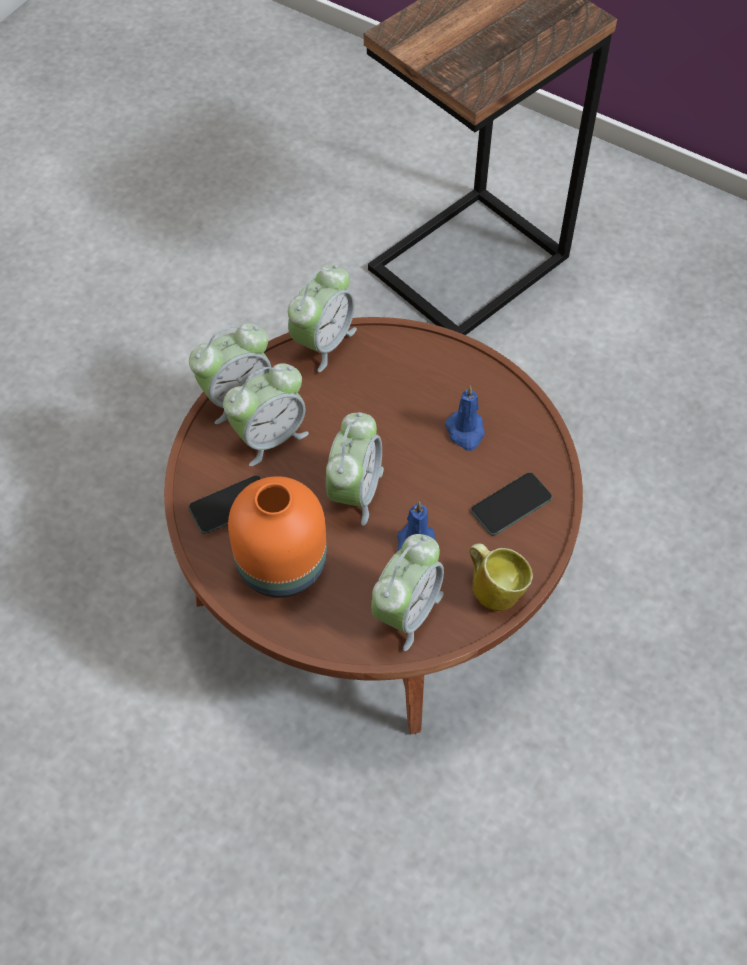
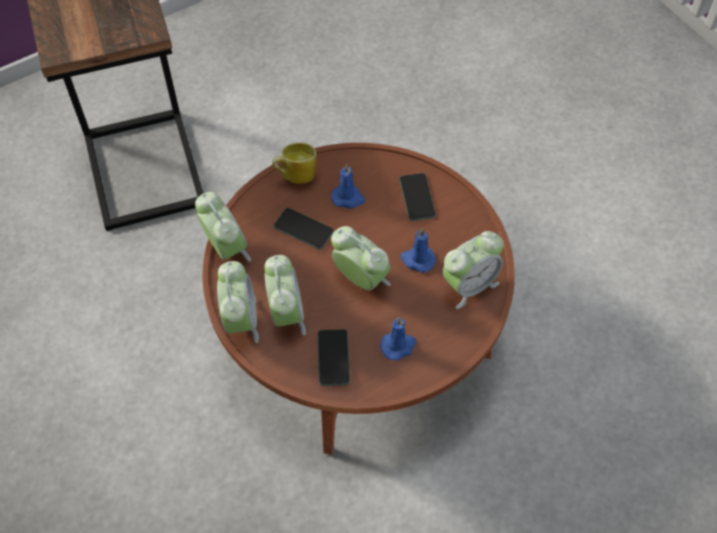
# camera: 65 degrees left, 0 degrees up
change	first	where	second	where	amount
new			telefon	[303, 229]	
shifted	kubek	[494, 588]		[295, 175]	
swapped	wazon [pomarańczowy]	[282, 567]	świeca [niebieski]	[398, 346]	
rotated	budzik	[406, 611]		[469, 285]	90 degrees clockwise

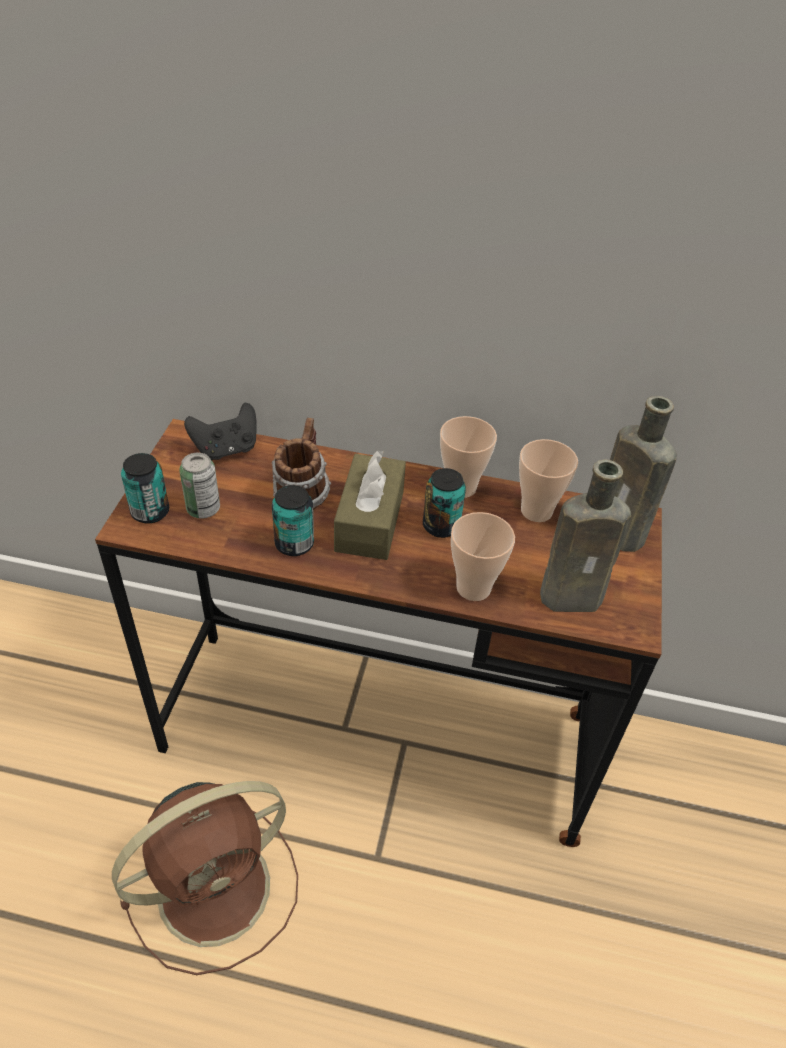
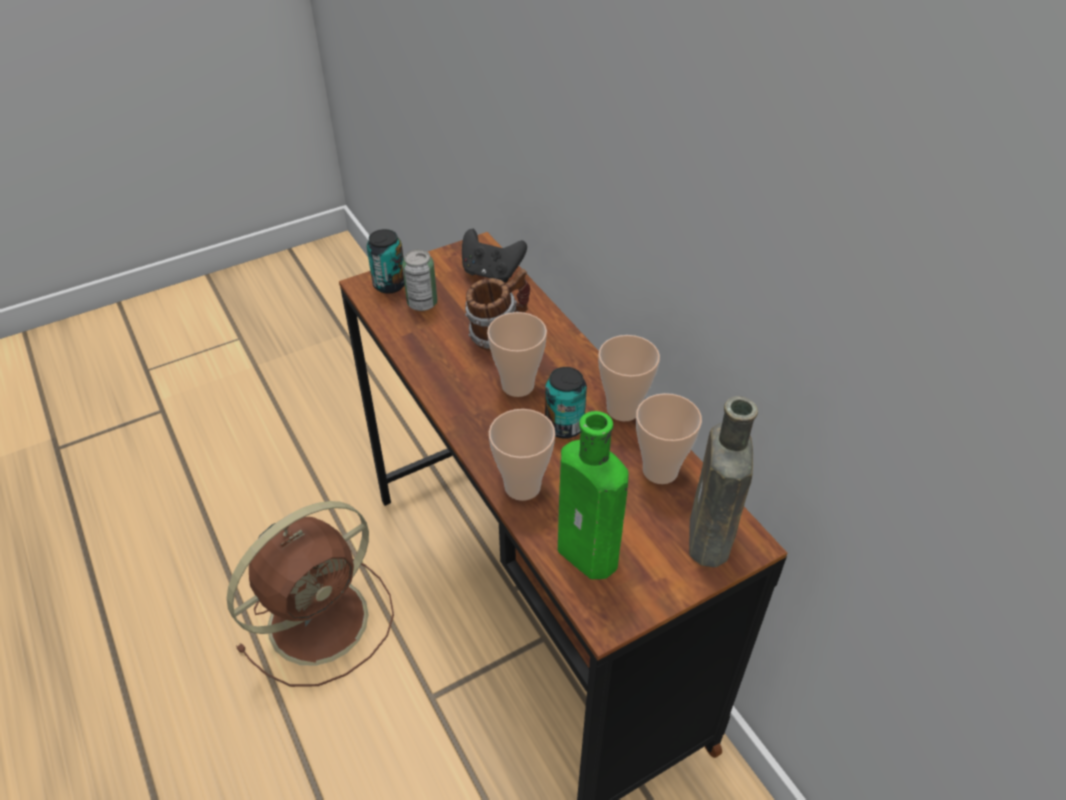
# camera: 50 degrees right, 0 degrees up
change	first	where	second	where	amount
gone	puszka	[294, 544]			
swapped	pudełko chusteczek [brązowy]	[370, 521]	filiżanka	[518, 385]	
repainted	butelka [brązowy]	[575, 597]	butelka [zielony]	[591, 556]	
rotated	wentylator [brązowy]	[219, 885]		[322, 617]	60 degrees counterclockwise

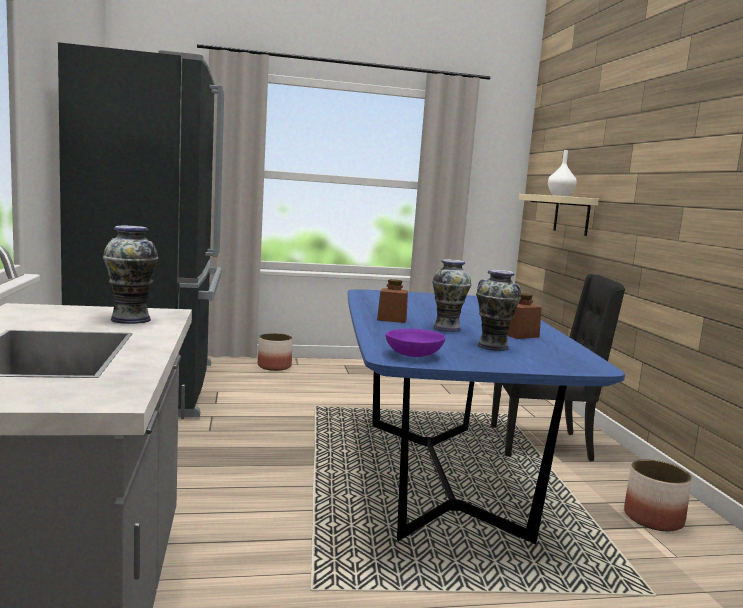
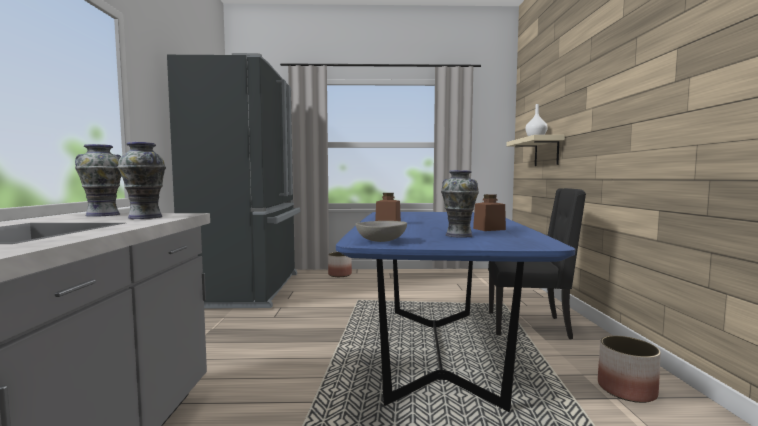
# camera: 10 degrees right, 5 degrees down
change	first	where	second	where	amount
shifted	wazon	[446, 328]		[103, 215]	
repainted	miska [fioletowy]	[414, 355]	miska [szary]	[381, 241]	

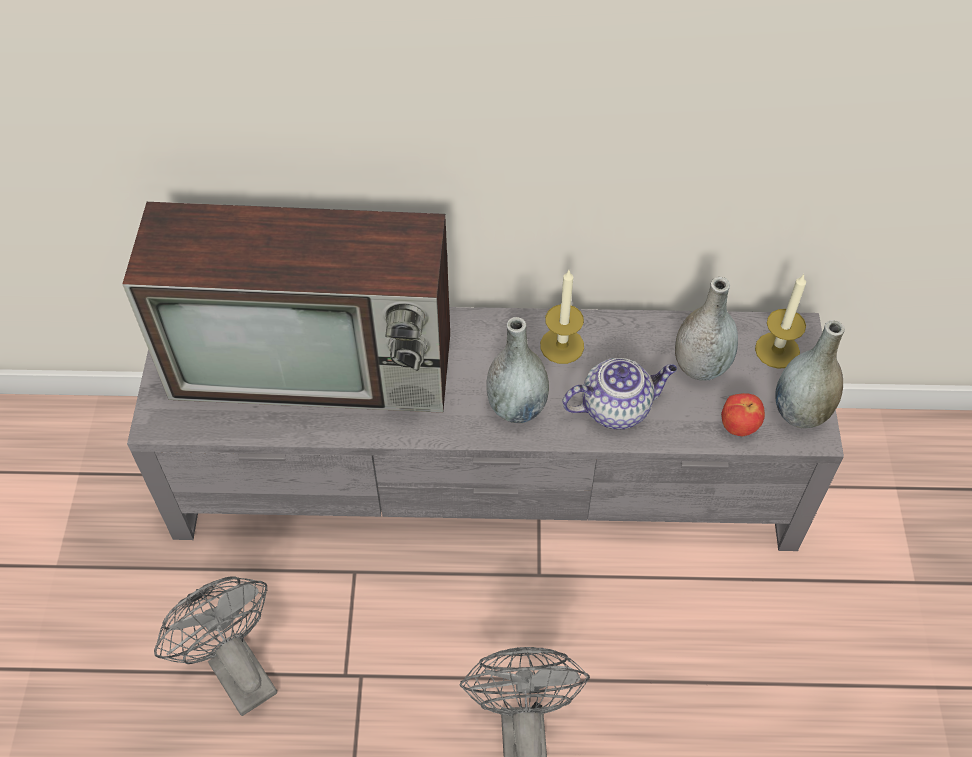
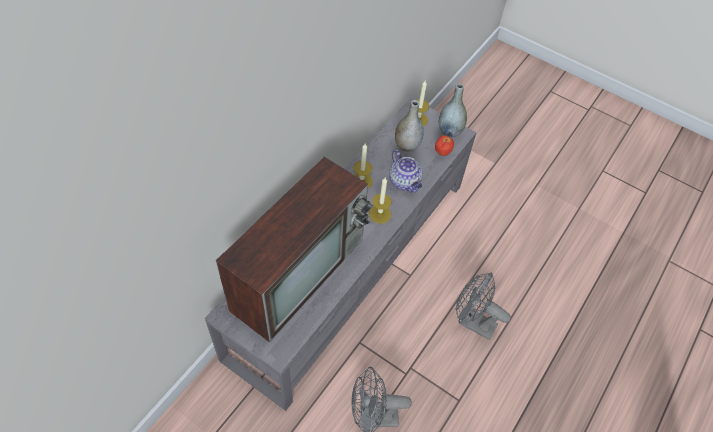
# camera: 60 degrees left, 0 degrees up
change	first	where	second	where	amount
swapped	wazon [szary]	[516, 408]	świeca	[380, 214]	
rotated	imbryk	[617, 407]		[405, 182]	135 degrees clockwise

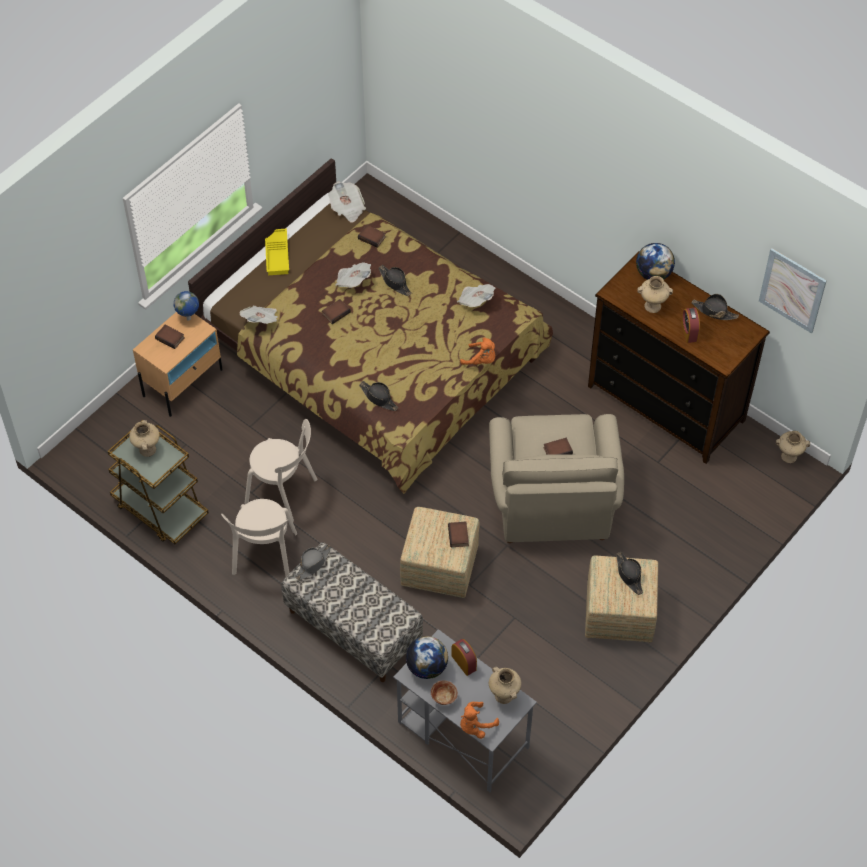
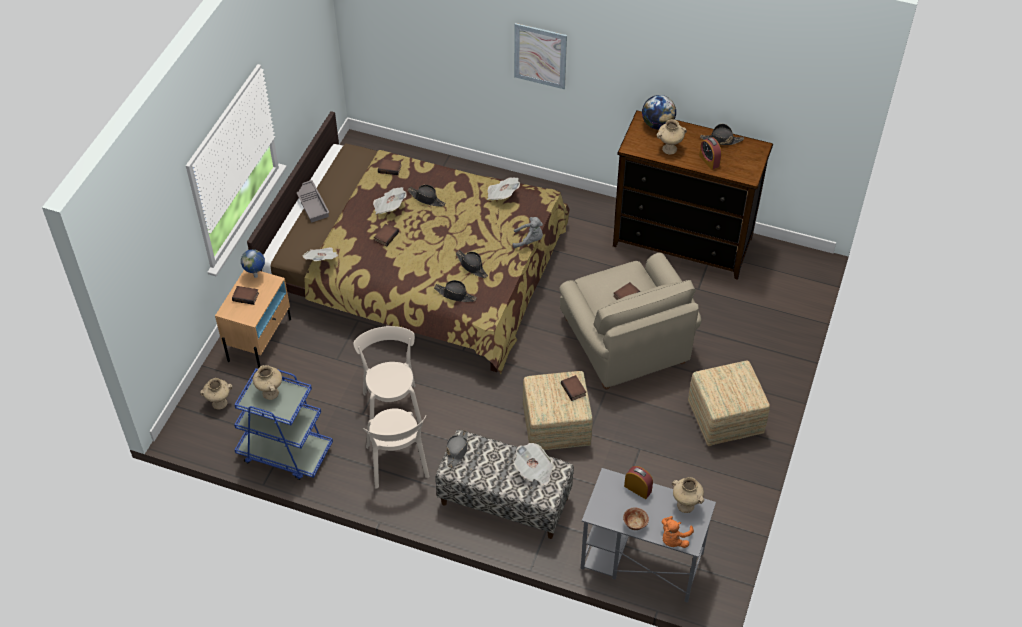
# camera: 20 degrees left, 5 degrees down
change	first	where	second	where	amount
gone	globus	[427, 667]			
shifted	gazeta	[347, 208]		[534, 470]	
shifted	kapelusz [czarny]	[629, 575]		[472, 266]	
shifted	obraz	[792, 290]		[540, 55]	
shifted	wazon [beżowy]	[788, 457]		[219, 404]	
repainted	wózek [brązowy]	[160, 509]	wózek [niebieski]	[285, 452]	
repainted	taca [żółty]	[278, 255]	taca [szary]	[312, 204]	
repainted	pluszak [pomarańczowy]	[481, 360]	pluszak [szary]	[529, 240]	
rotated	krzesło [beżowy]	[284, 492]		[392, 405]	105 degrees counterclockwise

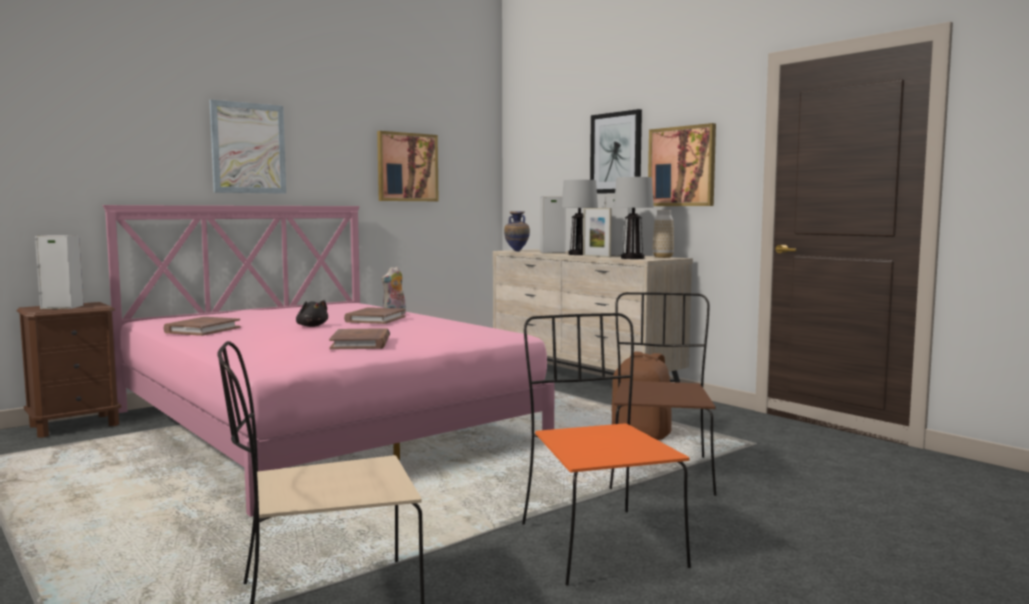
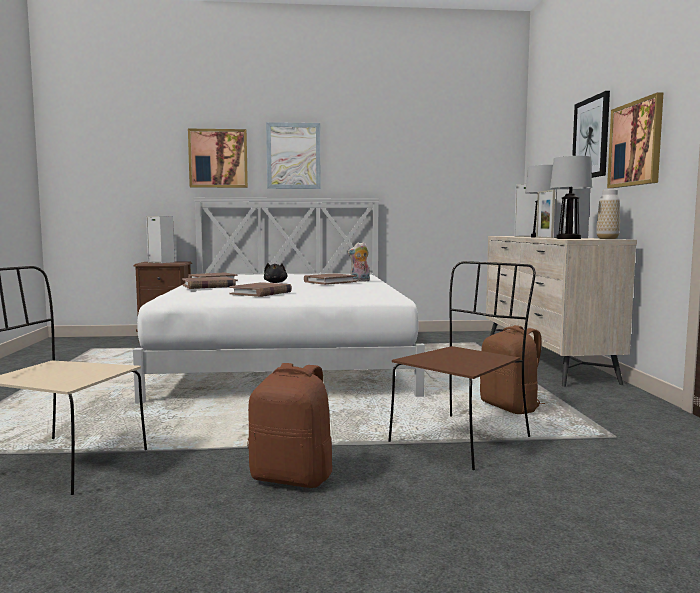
# camera: 35 degrees right, 0 degrees up
change	first	where	second	where	amount
gone	wazon	[516, 251]			
new			książka [brązowy]	[208, 286]	
shifted	obraz	[407, 167]		[218, 158]	
swapped	krzesło [pomarańczowy]	[598, 543]	plecak [brązowy]	[293, 478]	
repainted	łóżko [różowy]	[320, 425]	łóżko [biały]	[285, 359]	

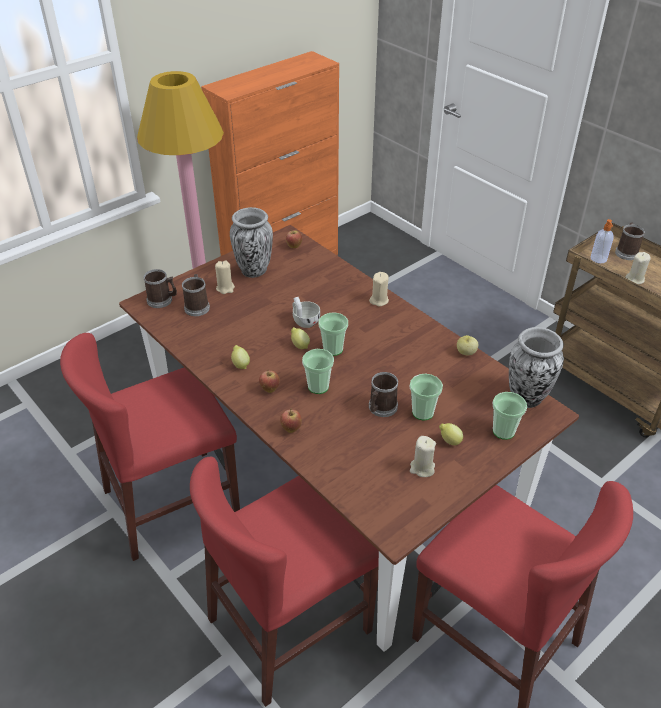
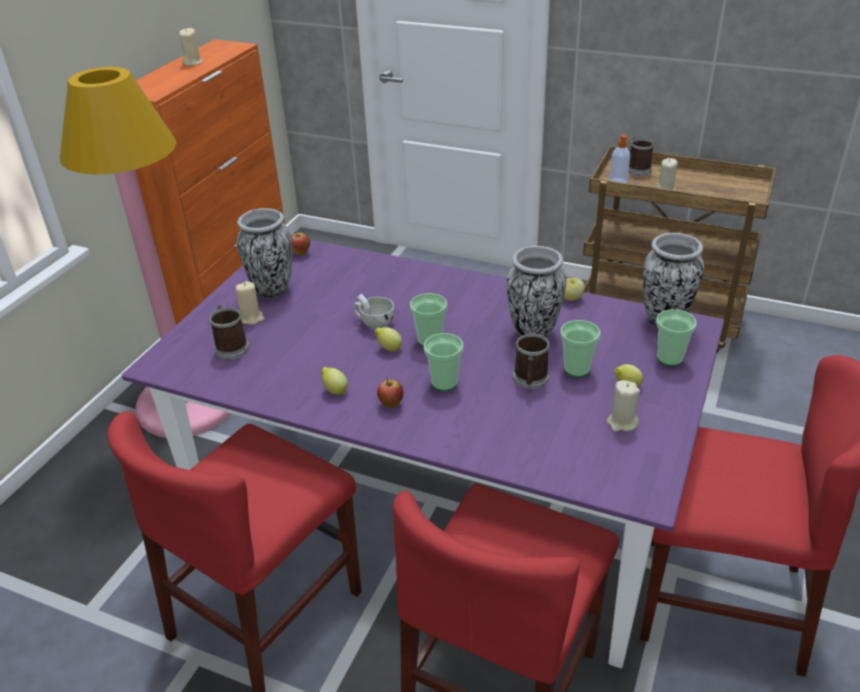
# camera: 25 degrees left, 5 degrees down
change	first	where	second	where	amount
gone	kubek	[162, 300]			
gone	jabłko	[291, 429]			
new			wazon	[533, 333]	
shifted	świeca [beżowy]	[379, 300]		[192, 63]	
repainted	stół jadalny [brązowy]	[329, 474]	stół jadalny [fioletowy]	[435, 506]	

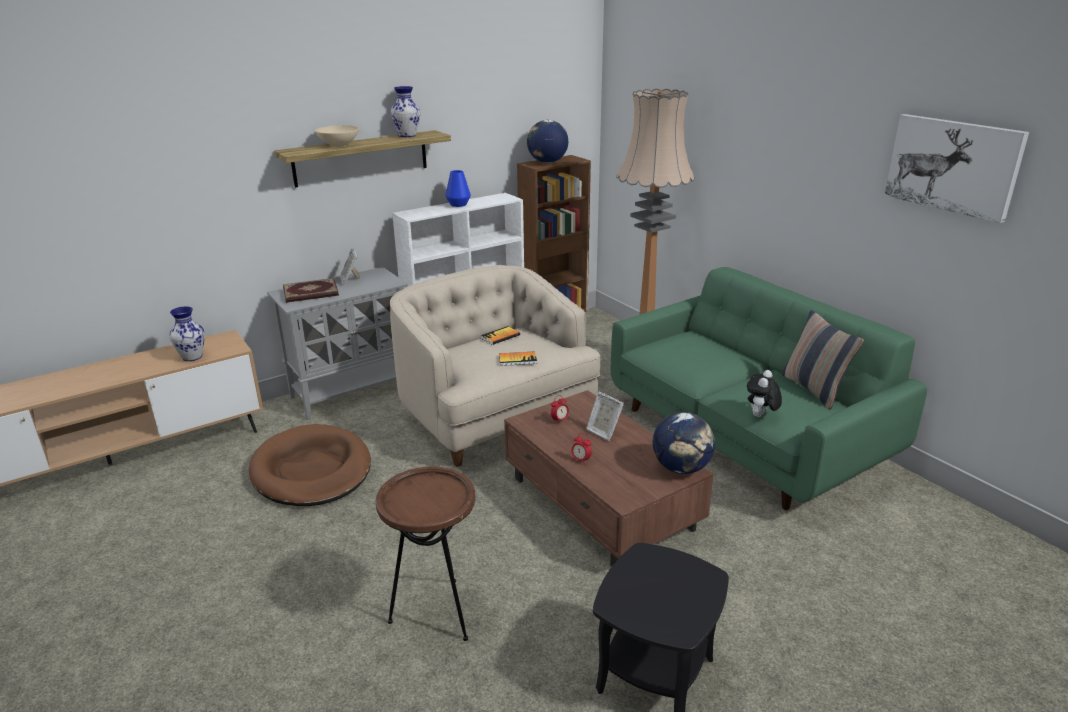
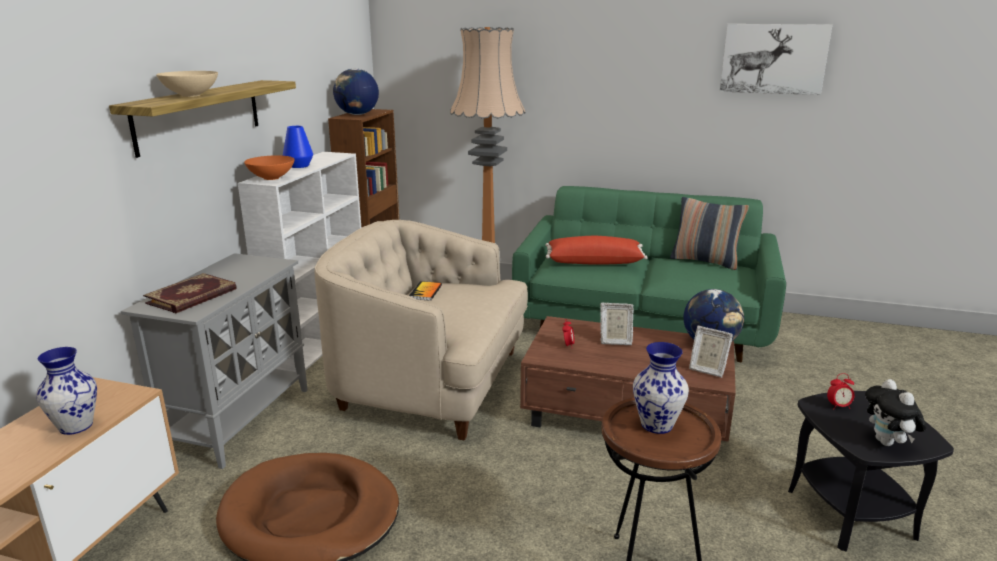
# camera: 40 degrees left, 5 degrees down
change	first	where	second	where	amount
gone	książka	[517, 359]			
new			miska [pomarańczowy]	[271, 178]	
new			poduszka [czerwony]	[594, 262]	
shifted	ramka na zdjęcie	[350, 281]		[707, 369]	
shifted	wazon	[407, 135]		[657, 425]	
shifted	budzik	[580, 460]		[838, 406]	
shifted	pluszak	[760, 416]		[888, 443]	

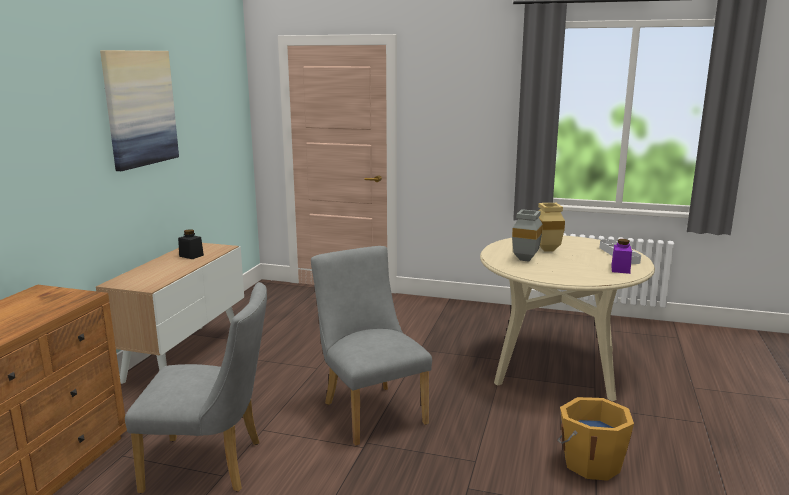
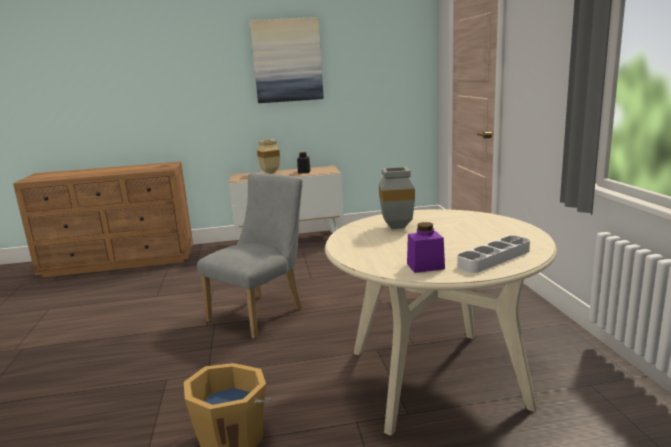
# camera: 65 degrees right, 0 degrees up
change	first	where	second	where	amount
gone	krzesło [szary]	[212, 466]			
shifted	wazon [beżowy]	[546, 249]		[271, 172]	

